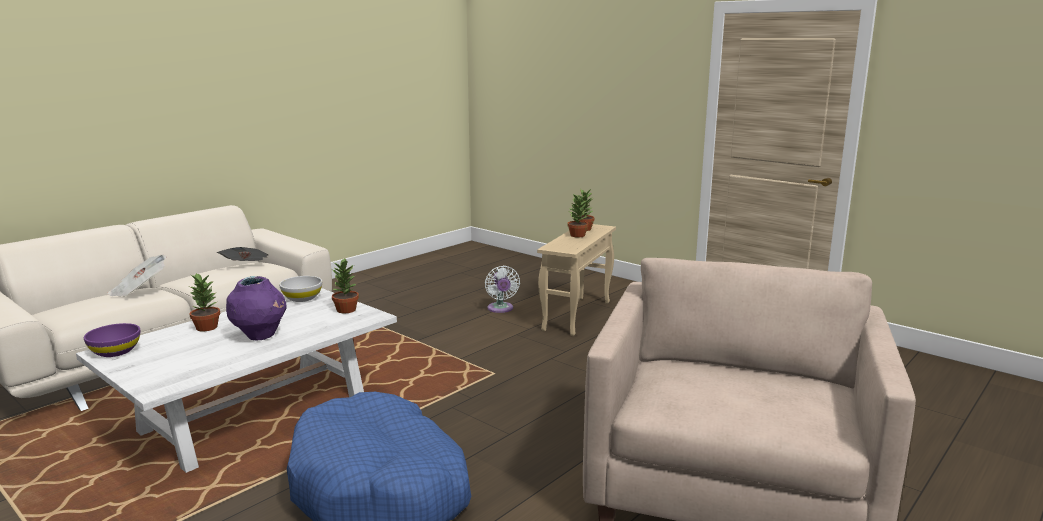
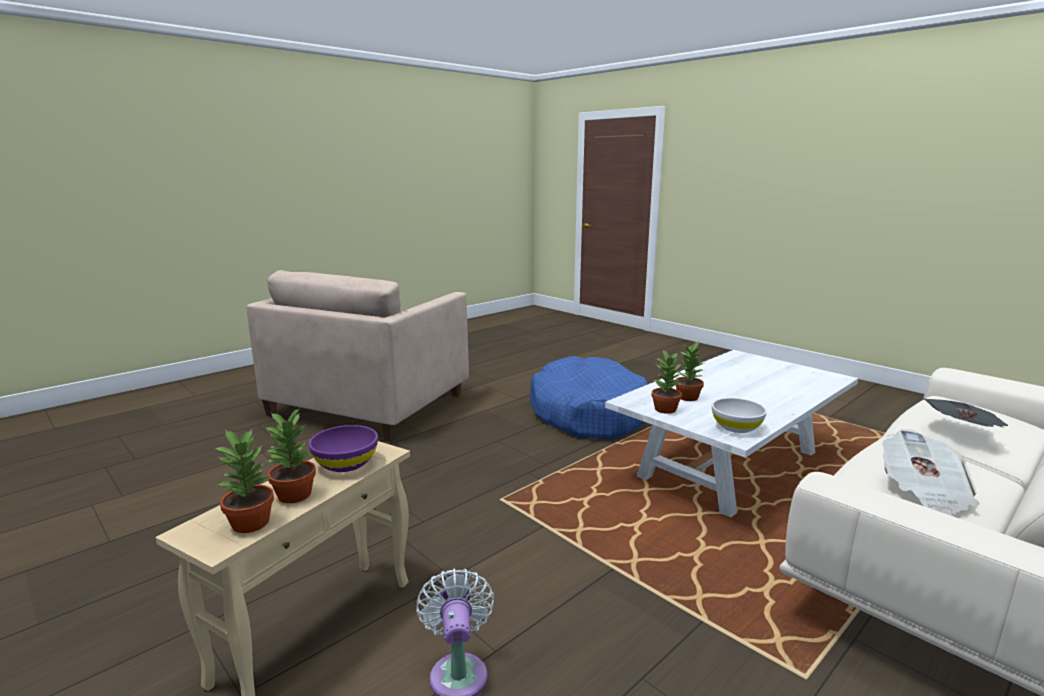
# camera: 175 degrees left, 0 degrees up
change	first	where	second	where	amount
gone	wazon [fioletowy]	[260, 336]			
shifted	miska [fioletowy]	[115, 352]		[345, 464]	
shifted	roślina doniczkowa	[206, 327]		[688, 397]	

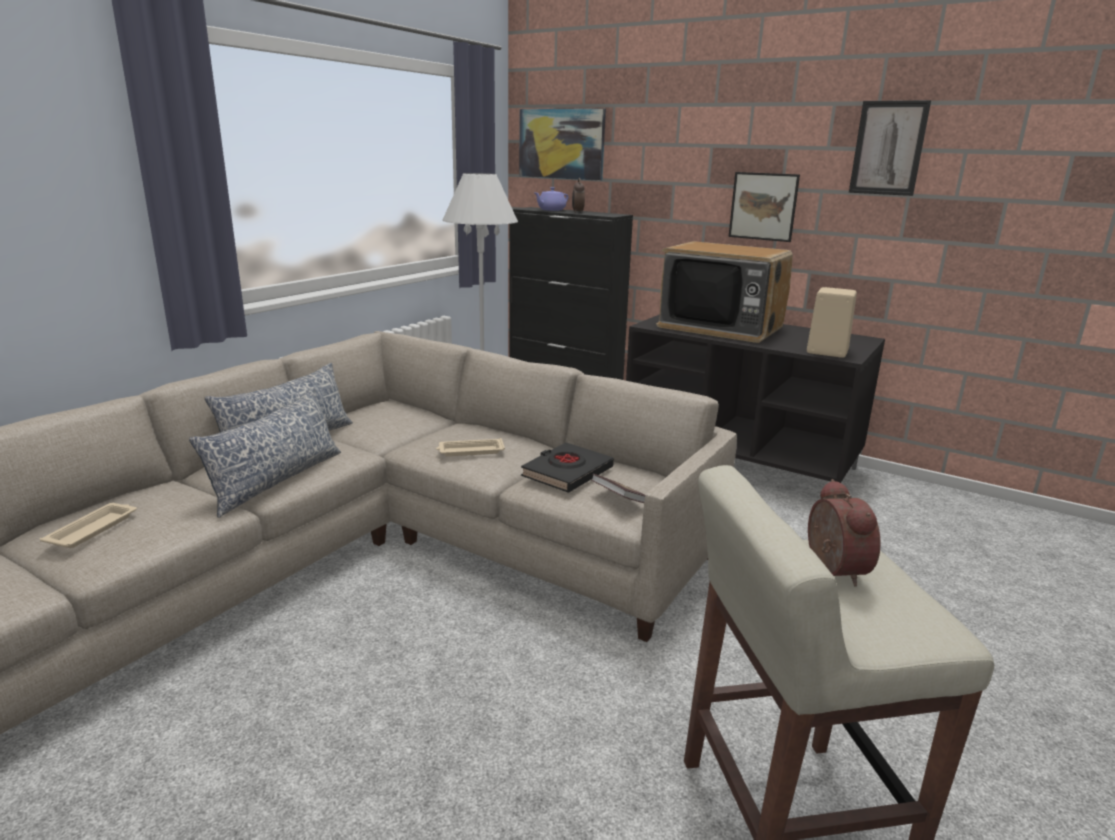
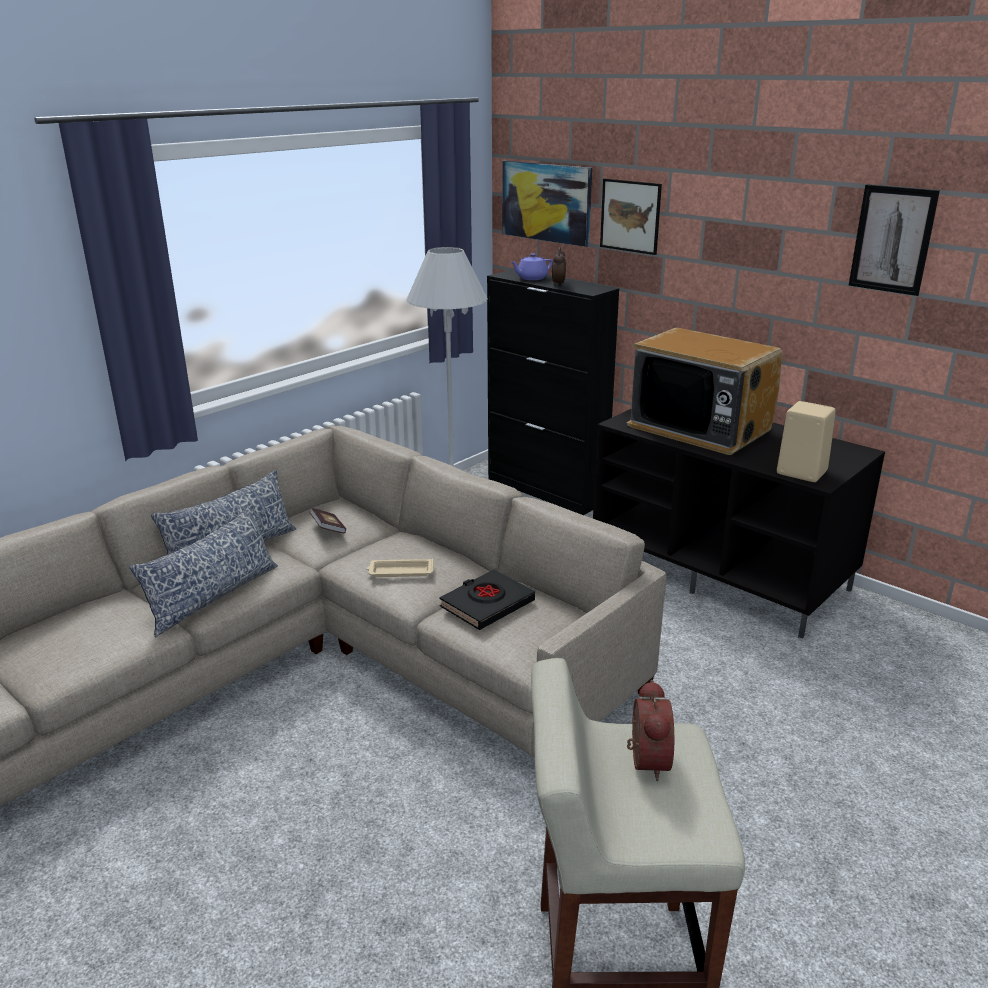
# camera: 10 degrees right, 5 degrees up
change	first	where	second	where	amount
gone	taca [beżowy]	[93, 529]			
shifted	książka	[618, 499]		[328, 529]	
shifted	obraz	[763, 206]		[630, 216]	

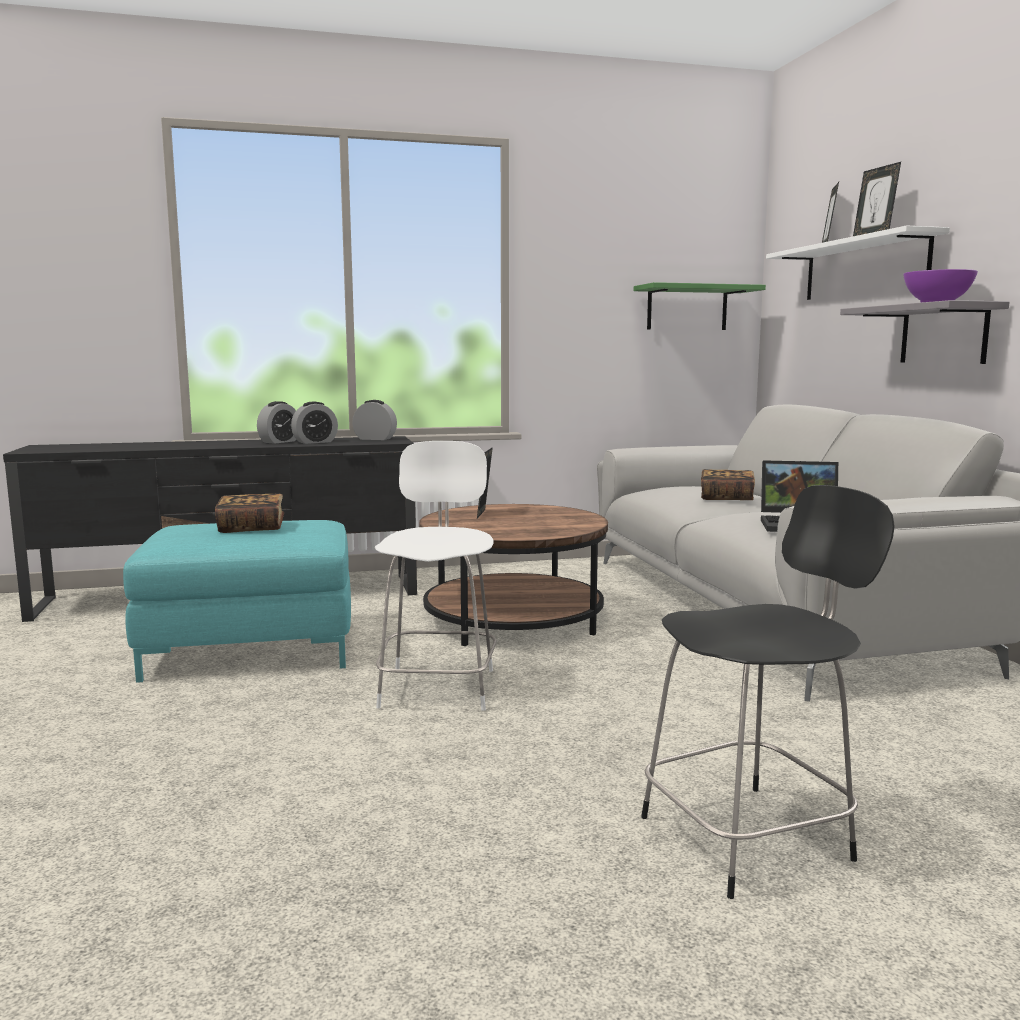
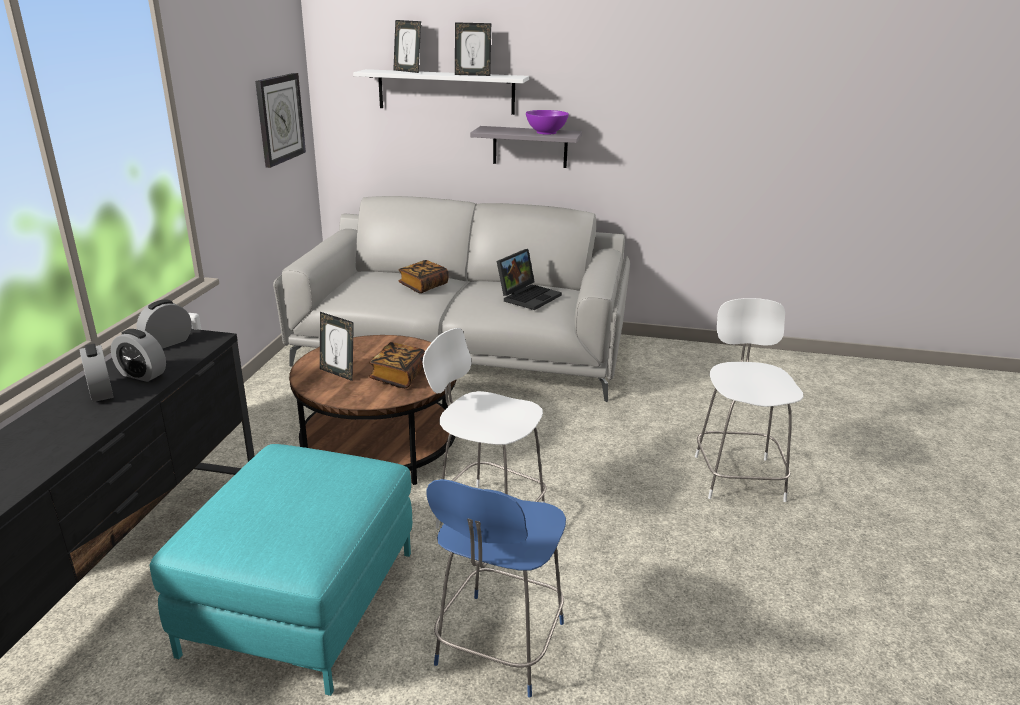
# camera: 65 degrees left, 15 degrees up
change	first	where	second	where	amount
new			stołek [niebieski]	[498, 647]	
shifted	książka	[251, 528]		[399, 376]	
swapped	półka [zielony]	[687, 308]	zegar ścienny	[280, 119]	
repainted	stołek [czarny]	[751, 836]	stołek [biały]	[737, 476]	
rotated	budzik	[315, 442]		[142, 375]	120 degrees clockwise

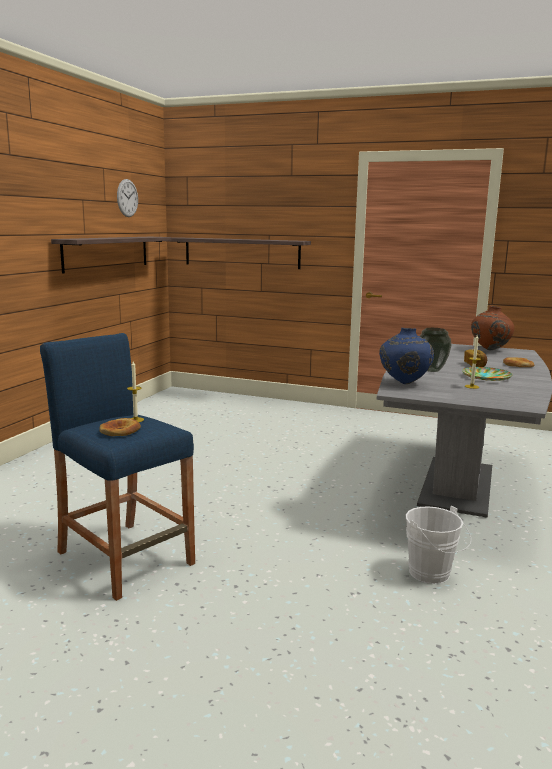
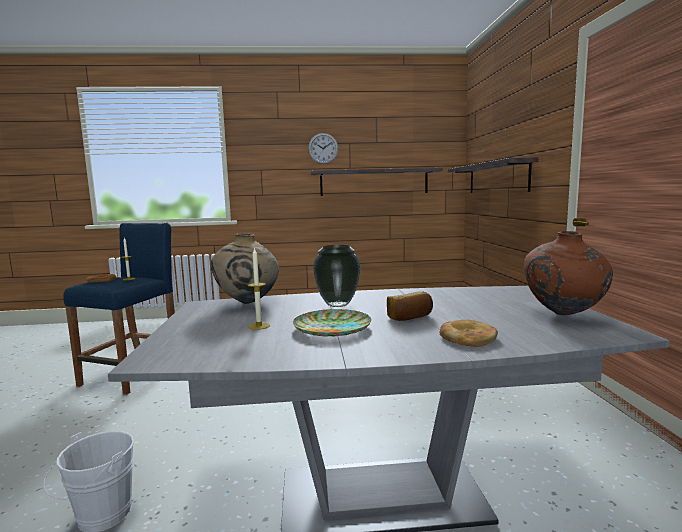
# camera: 65 degrees right, 5 degrees down
change	first	where	second	where	amount
shifted	zegar ścienny	[127, 198]		[323, 148]	
repainted	wazon [niebieski]	[404, 383]	wazon [beżowy]	[248, 303]	

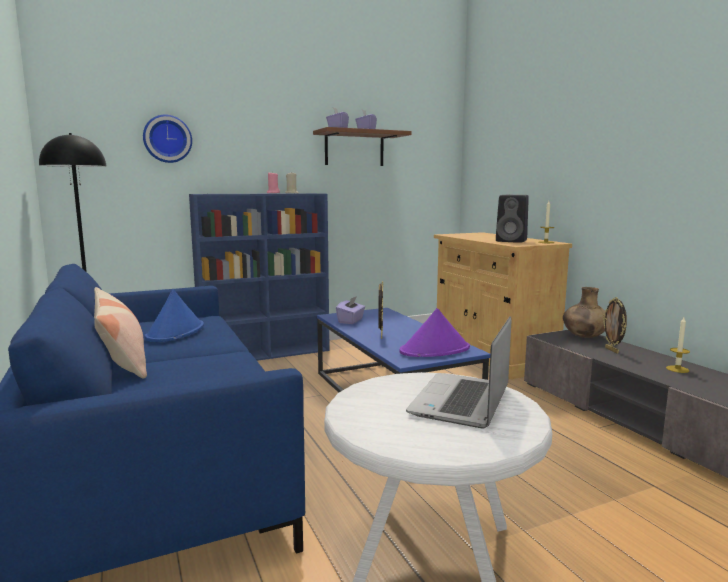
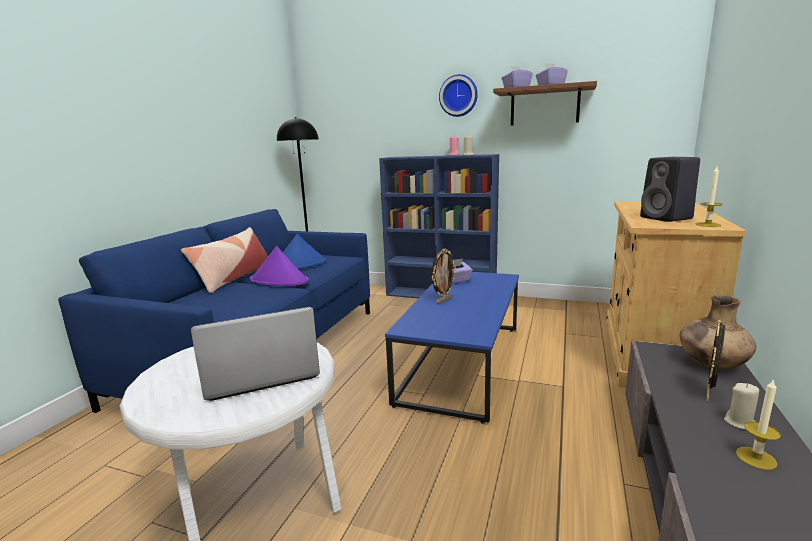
# camera: 45 degrees right, 5 degrees up
change	first	where	second	where	amount
new			świeca [beżowy]	[740, 423]	
shifted	zegar ścienny	[167, 139]		[458, 96]	
shifted	kapelusz [fioletowy]	[435, 350]		[279, 281]	

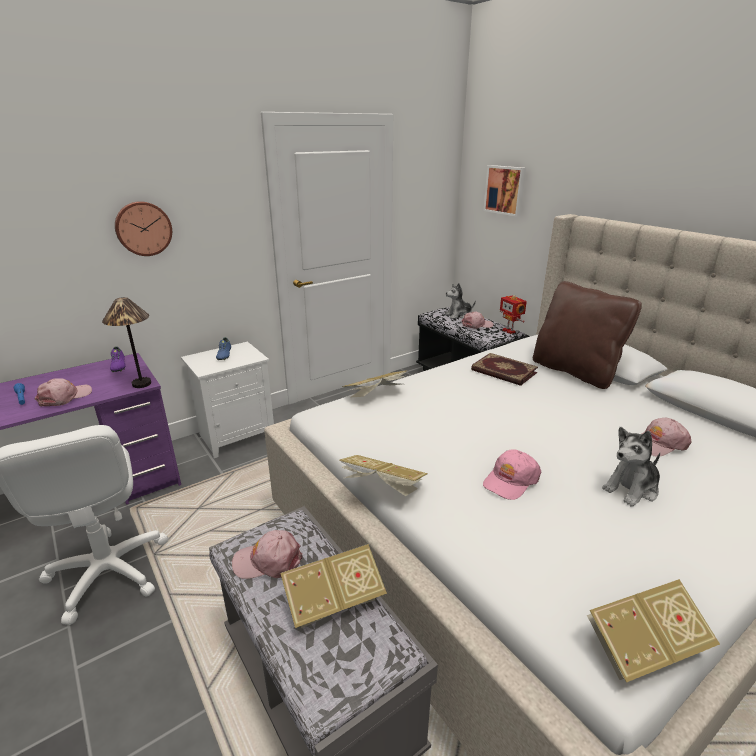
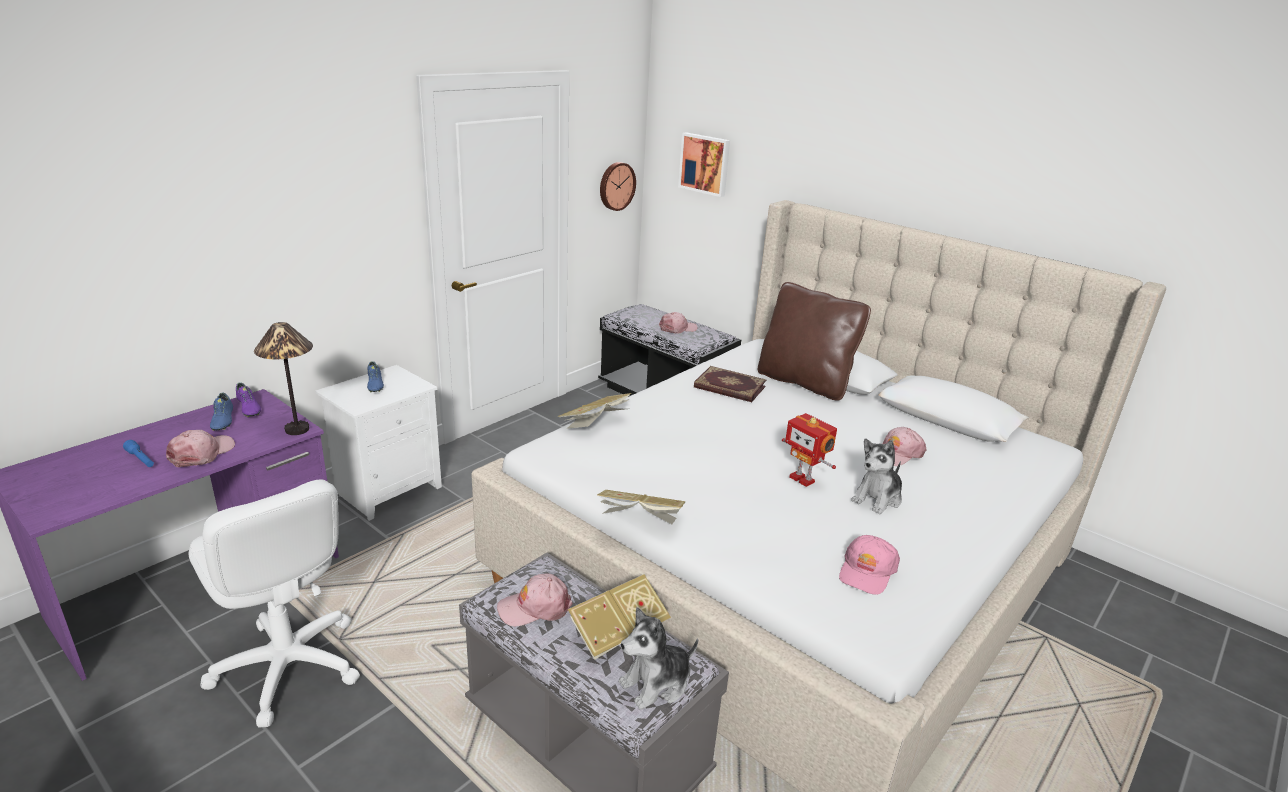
# camera: 15 degrees left, 0 degrees up
change	first	where	second	where	amount
gone	książka	[642, 646]			
new			but [niebieski]	[222, 421]	
shifted	zegar ścienny	[143, 228]		[616, 186]	
shifted	pluszak	[458, 315]		[656, 683]	
shifted	czapka z daszkiem [różowy]	[510, 480]		[867, 571]	
shifted	robot zabawkowy	[509, 331]		[803, 479]	

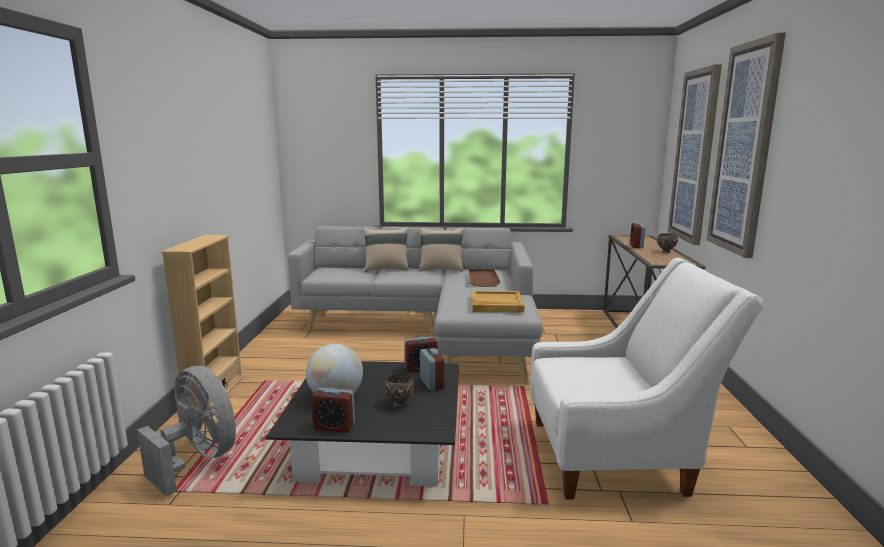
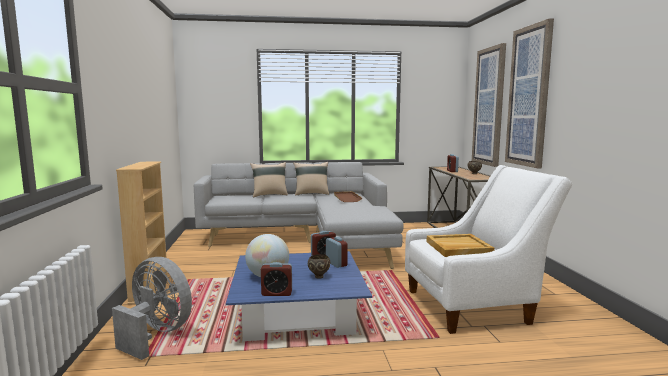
# camera: 10 degrees left, 5 degrees down
change	first	where	second	where	amount
shifted	taca [beżowy]	[496, 304]		[458, 248]	
repainted	ława [czarny]	[378, 444]	ława [niebieski]	[298, 312]	

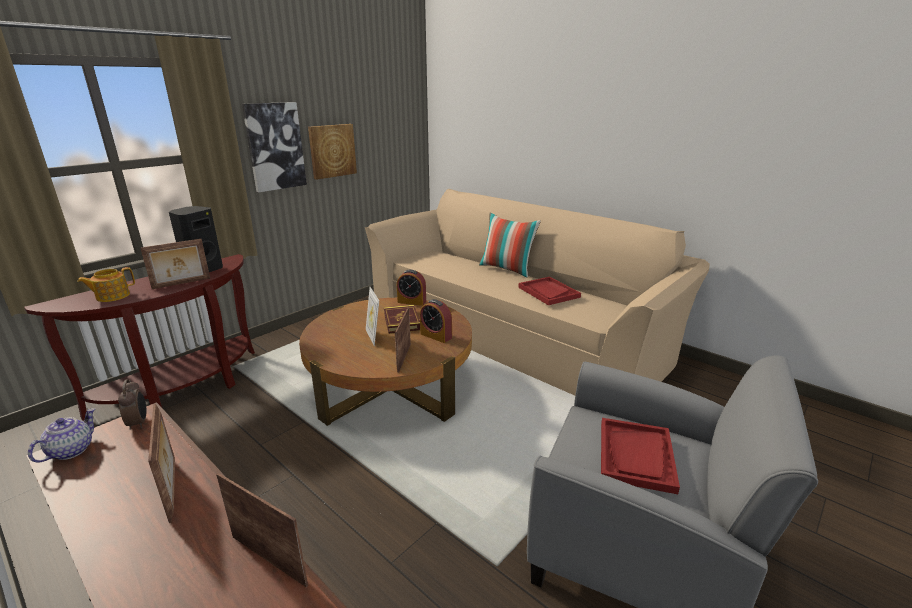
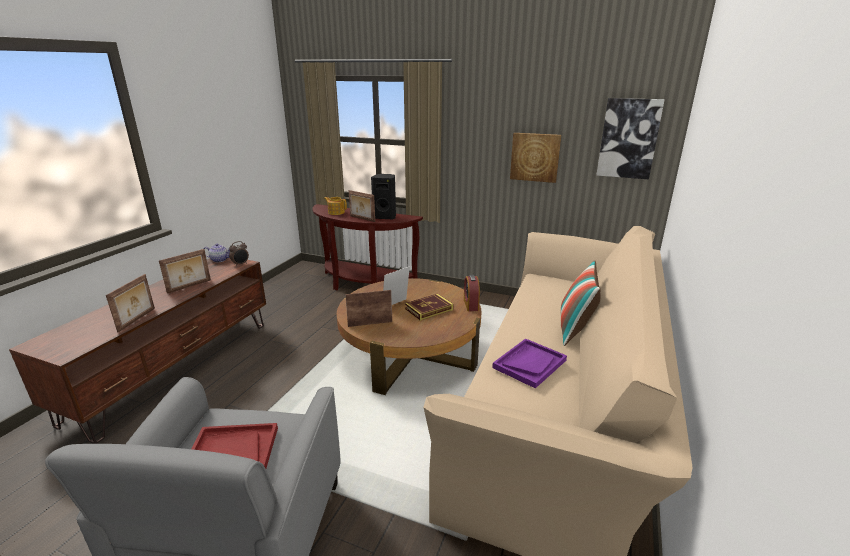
# camera: 70 degrees right, 0 degrees up
change	first	where	second	where	amount
gone	budzik	[436, 336]			
shifted	obraz	[275, 146]		[628, 138]	
repainted	taca [czerwony]	[548, 292]	taca [fioletowy]	[529, 364]	

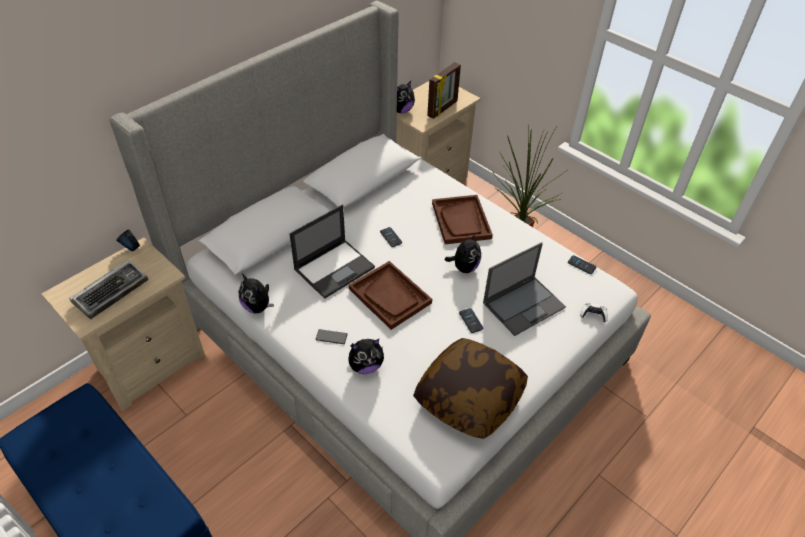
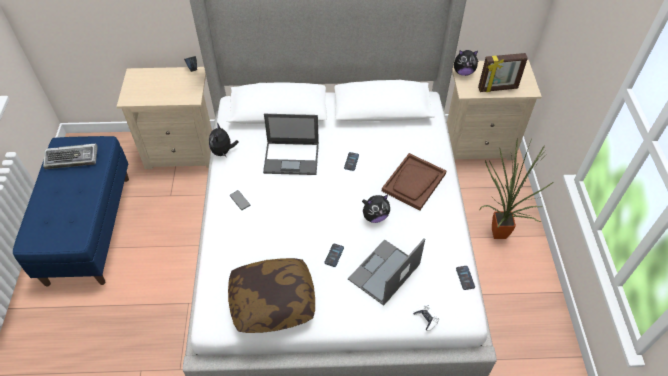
# camera: 45 degrees right, 5 degrees up
change	first	where	second	where	amount
gone	taca [brązowy]	[390, 296]			
gone	pluszak	[365, 366]			
shifted	klawiatura	[112, 291]		[72, 158]	
rotated	laptop	[524, 304]		[384, 272]	120 degrees clockwise

